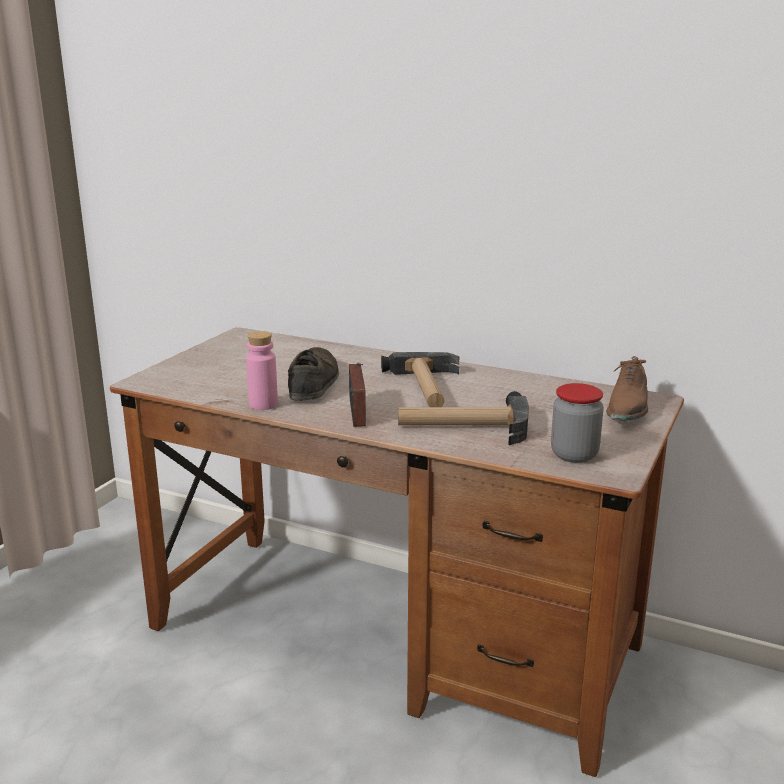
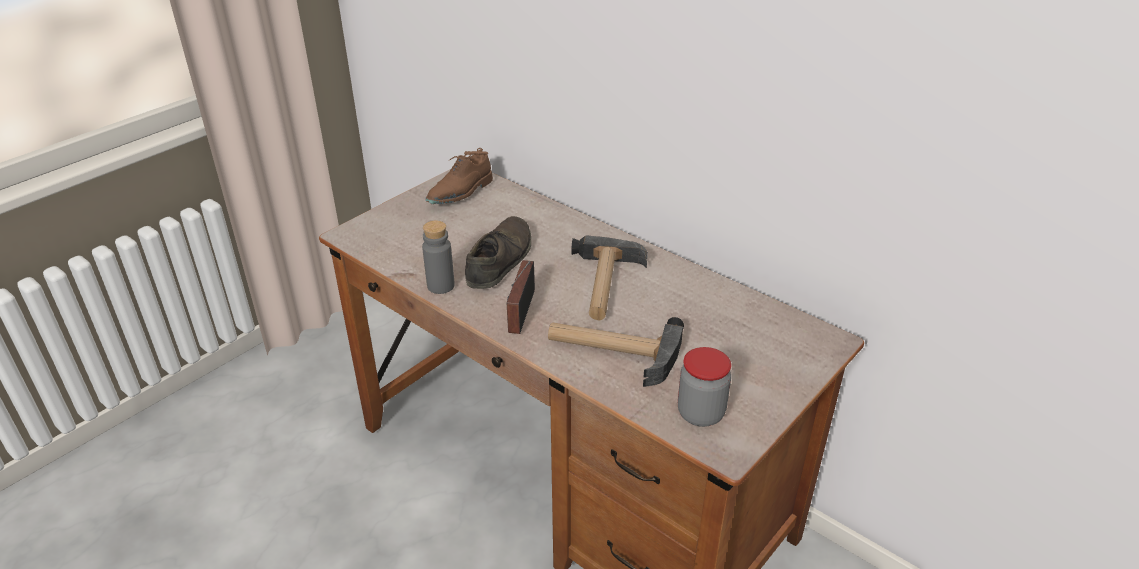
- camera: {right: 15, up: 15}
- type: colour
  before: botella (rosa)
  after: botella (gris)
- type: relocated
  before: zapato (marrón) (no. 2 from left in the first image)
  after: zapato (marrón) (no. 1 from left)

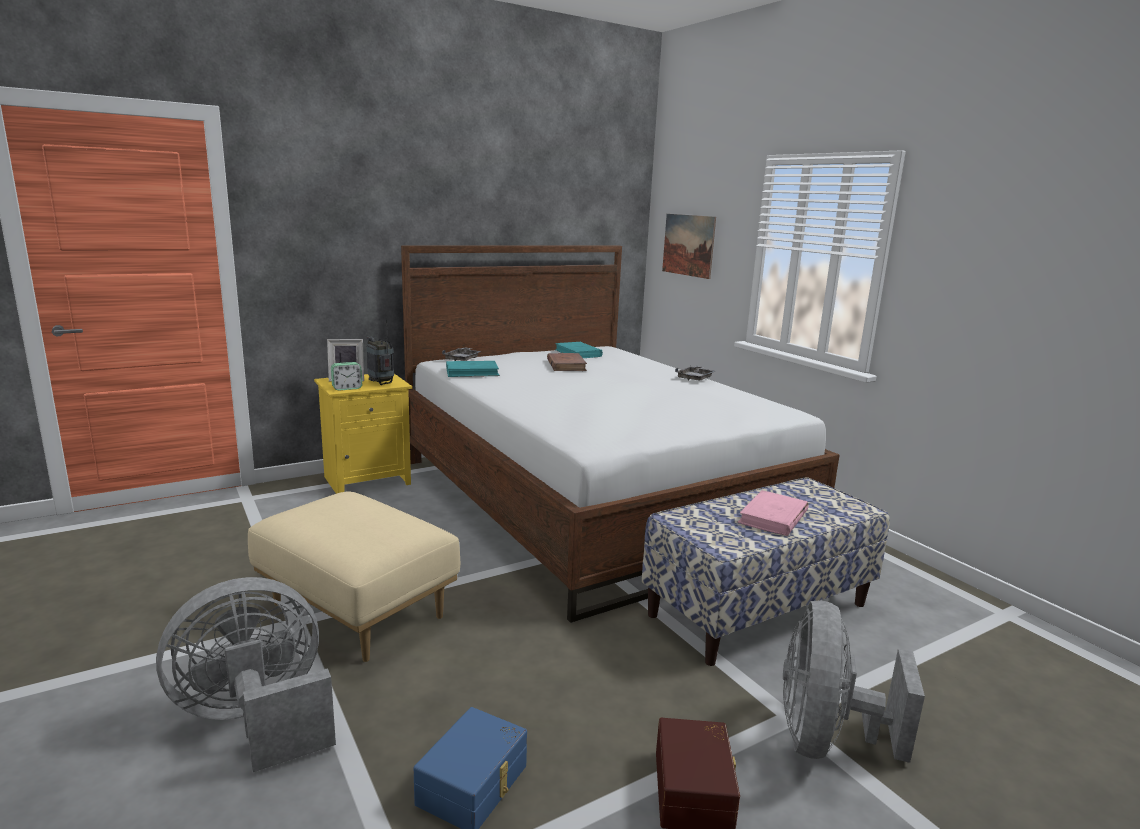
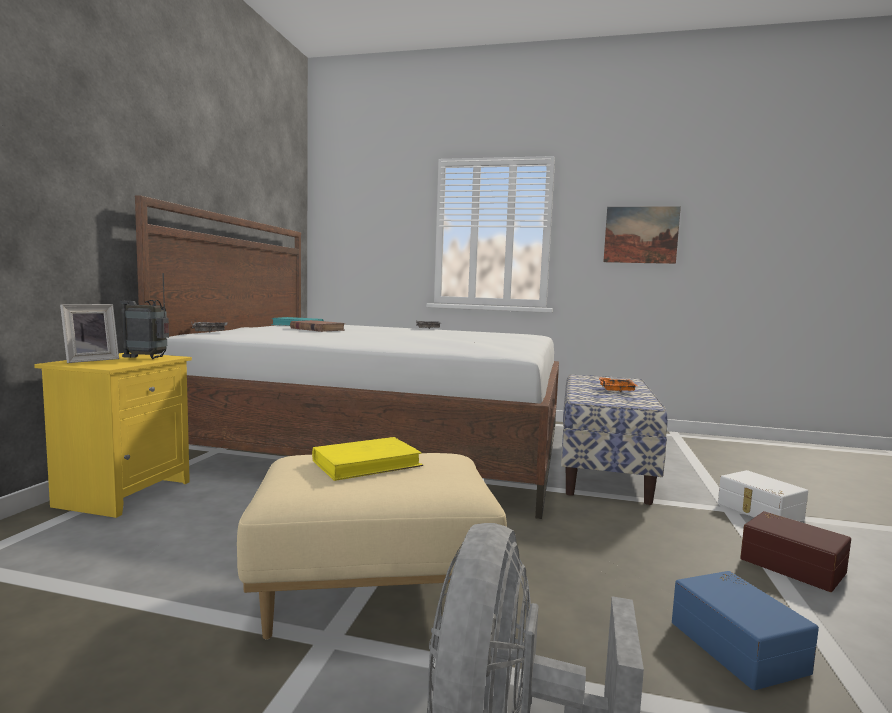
- camera: {right: -45, up: -10}
- type: missing
  before: despertador
- type: missing
  before: libro (turquesa) (no. 1 from left)
- type: relocated
  before: cuadro
- type: exchanged
  before: libro (rosa)
  after: bandeja (naranja)
- type: exchanged
  before: ventilador (gris) (no. 2 from left)
  after: caja de almacenaje (blanco)
- type: appeared
  after: libro (amarillo)

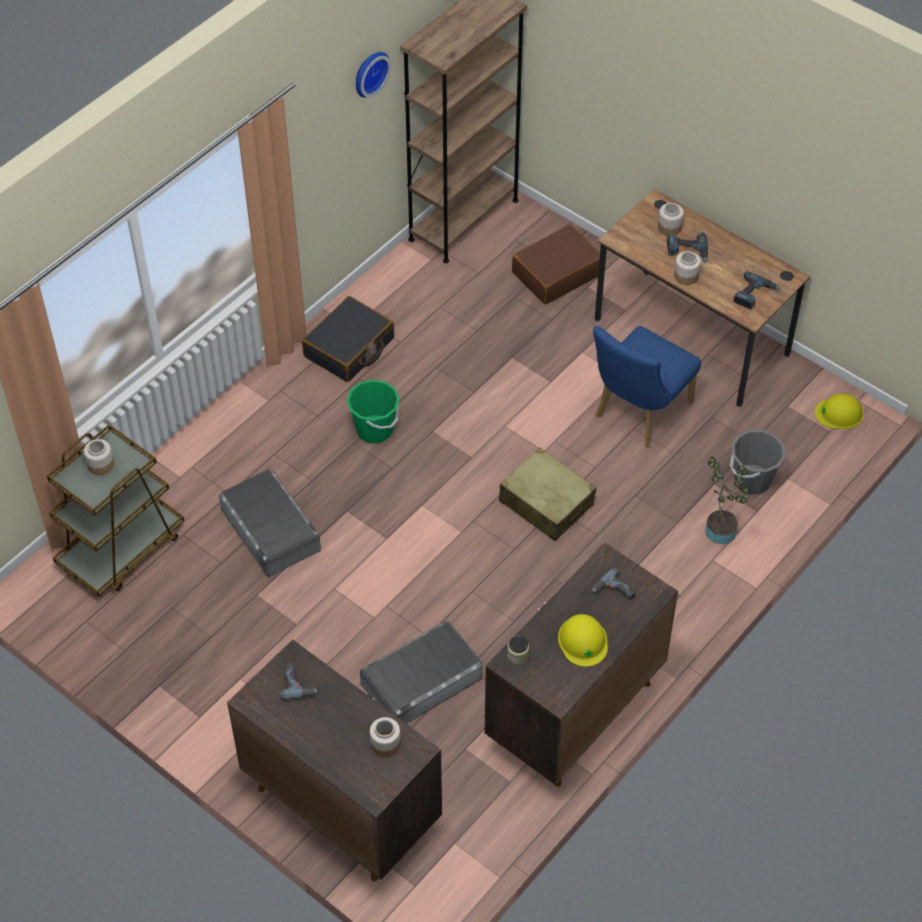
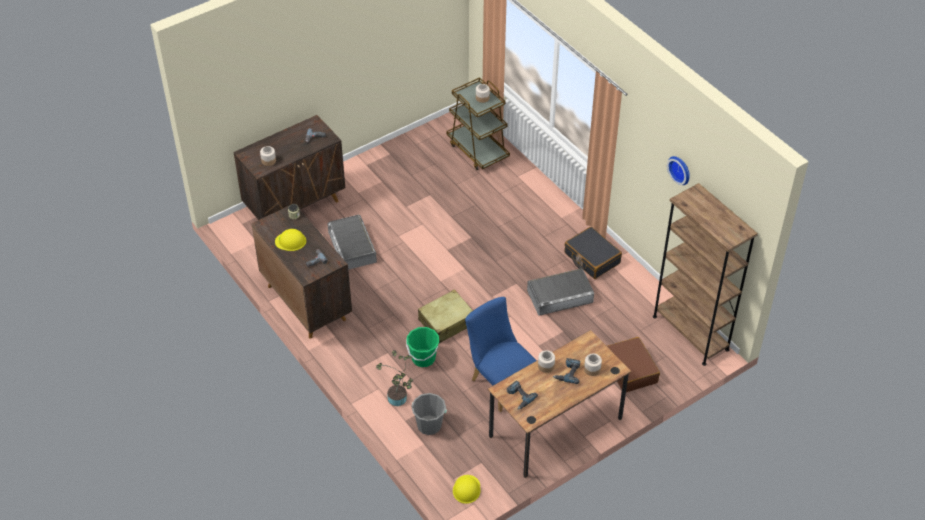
- camera: {right: 105, up: -5}
- type: relocated
  before: caja de almacenaje (gris) (no. 1 from left in the first image)
  after: caja de almacenaje (gris) (no. 2 from left)
- type: relocated
  before: cubo (verde)

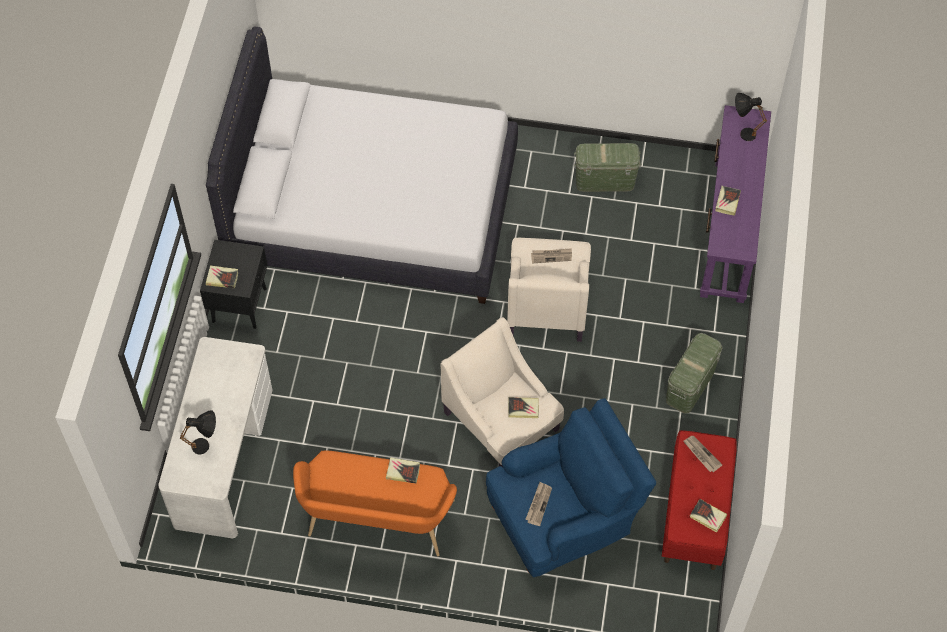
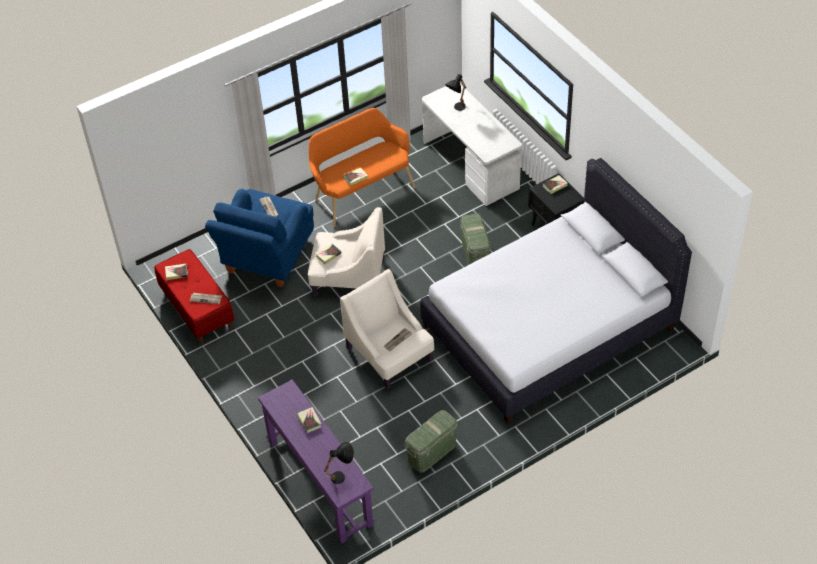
- camera: {right: 140, up: -10}
- type: relocated
  before: caja de almacenaje (verde) (no. 2 from left)

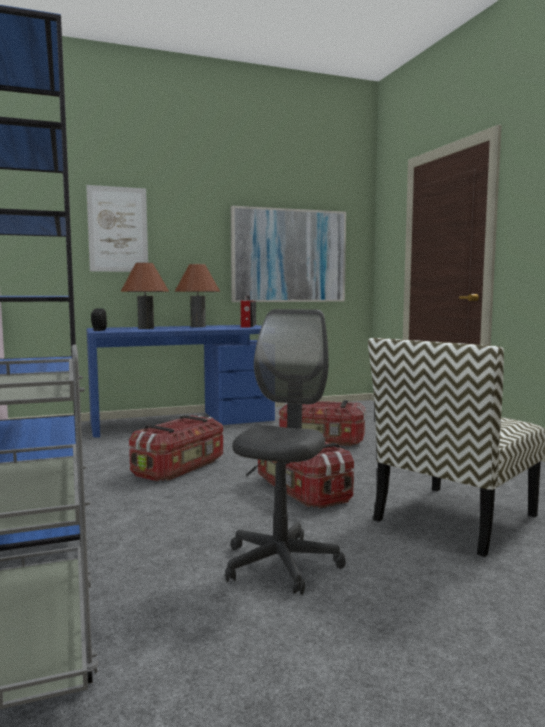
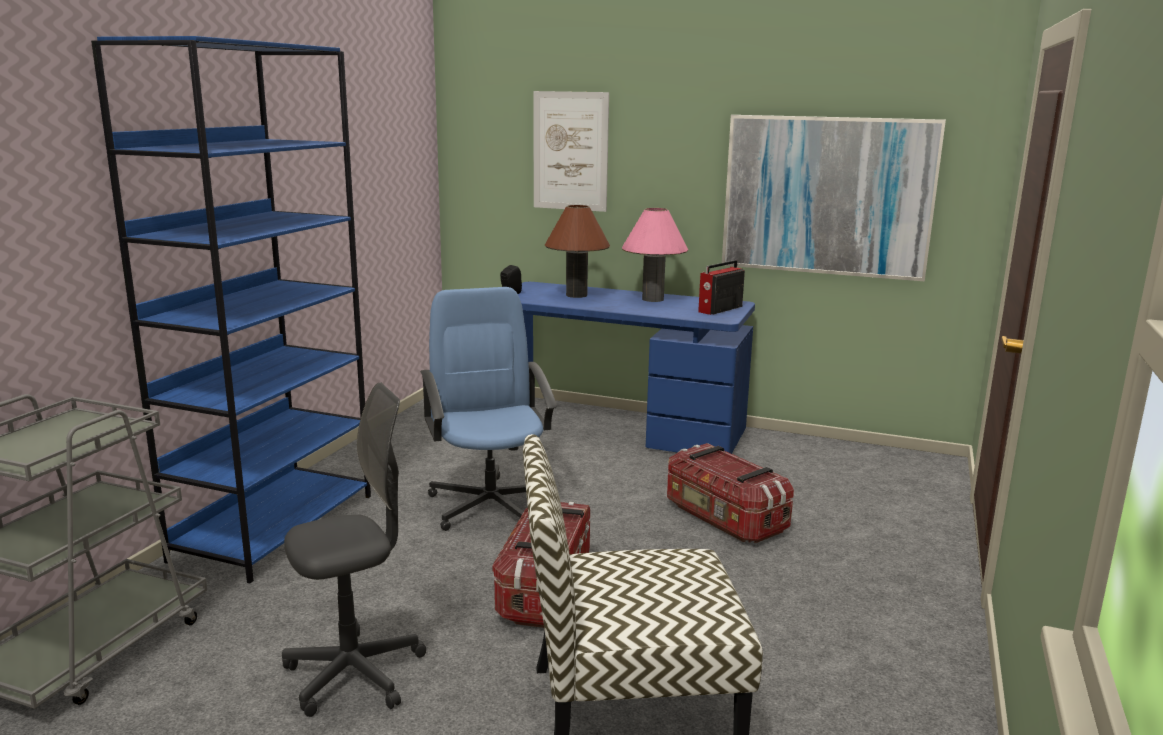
- camera: {right: 40, up: 10}
- type: exchanged
  before: caja de almacenaje (no. 1 from left)
  after: silla de oficina (azul)
- type: colour
  before: lámpara de mesa (marrón) (no. 2 from left)
  after: lámpara de mesa (rosa)

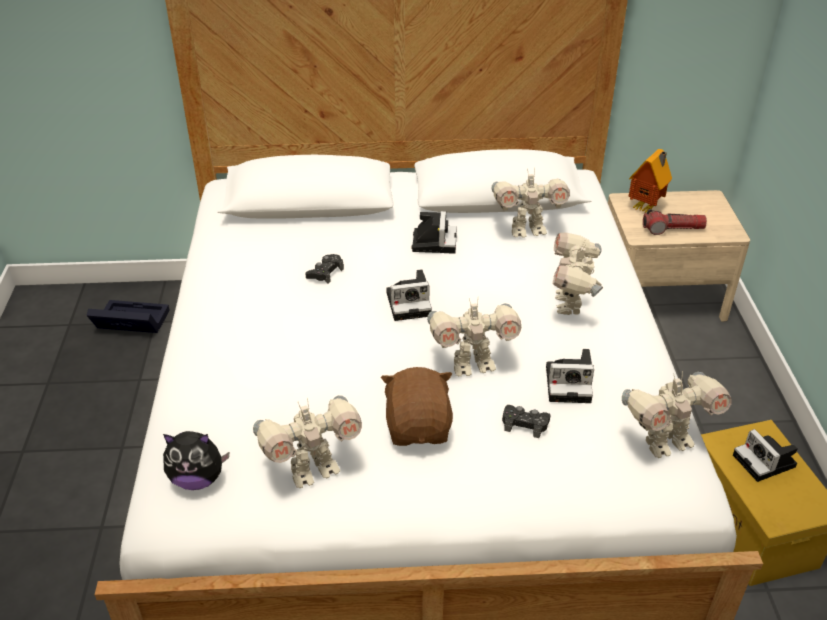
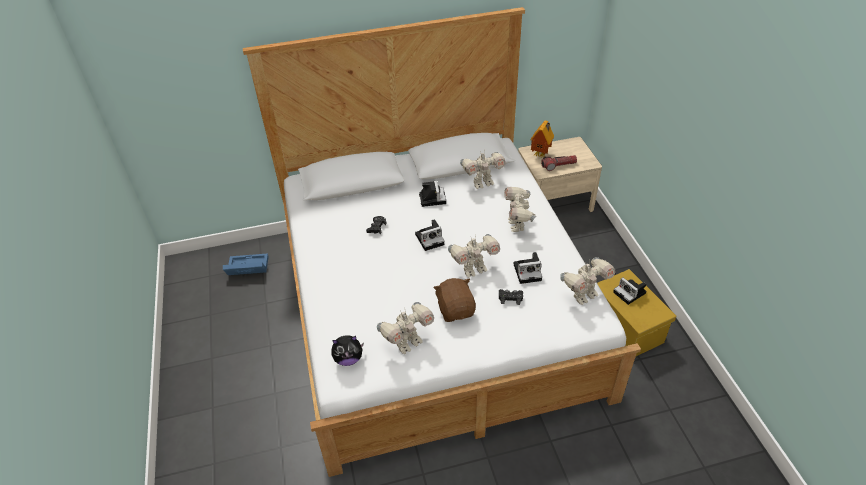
- camera: {right: -10, up: 5}
- type: colour
  before: caja de almacenaje (negro)
  after: caja de almacenaje (azul)

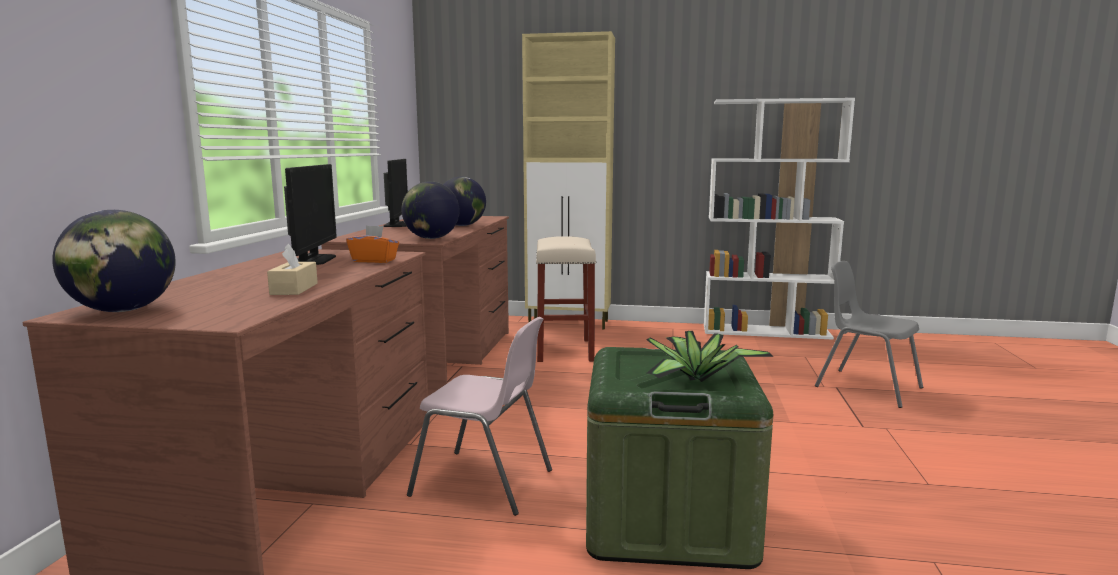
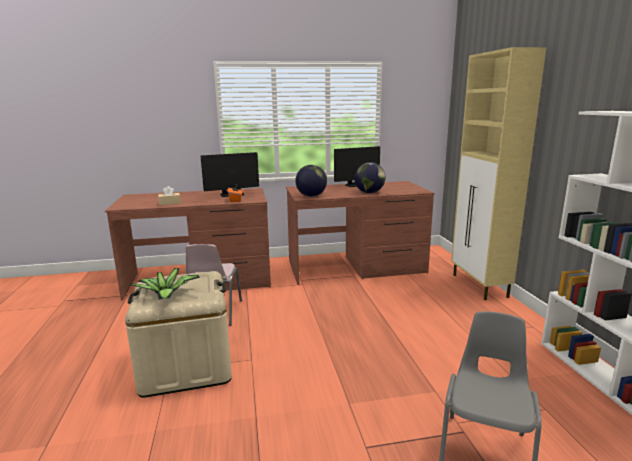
- camera: {right: 70, up: 5}
- type: missing
  before: globo terráqueo (no. 1 from left)
- type: missing
  before: taburete (beis)
- type: colour
  before: caja de almacenaje (verde)
  after: caja de almacenaje (beis)

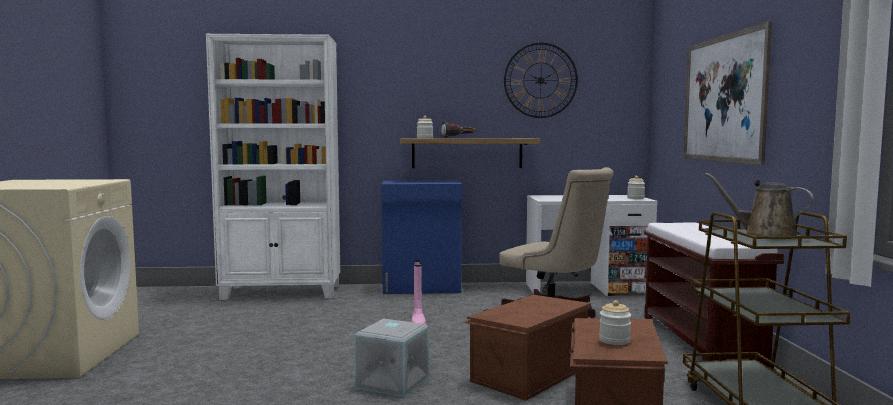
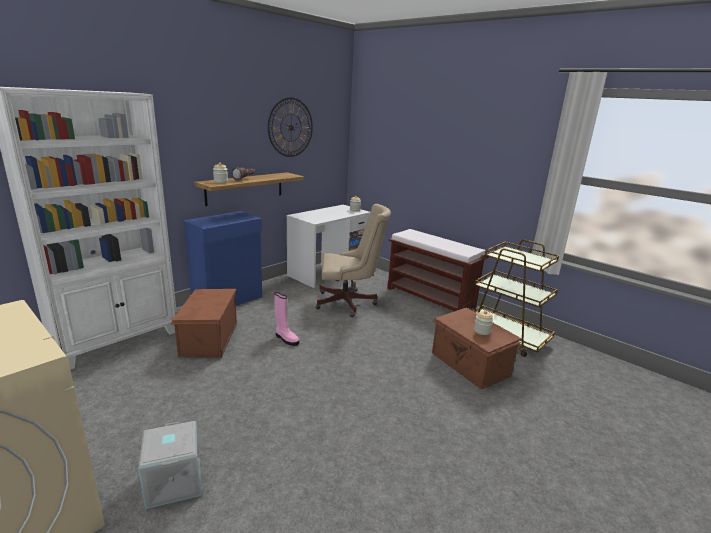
- camera: {right: -45, up: 15}
- type: relocated
  before: caja de almacenaje (gris)
- type: relocated
  before: caja de almacenaje (marrón) (no. 1 from left)
- type: missing
  before: cuadro
- type: missing
  before: regadera (marrón)

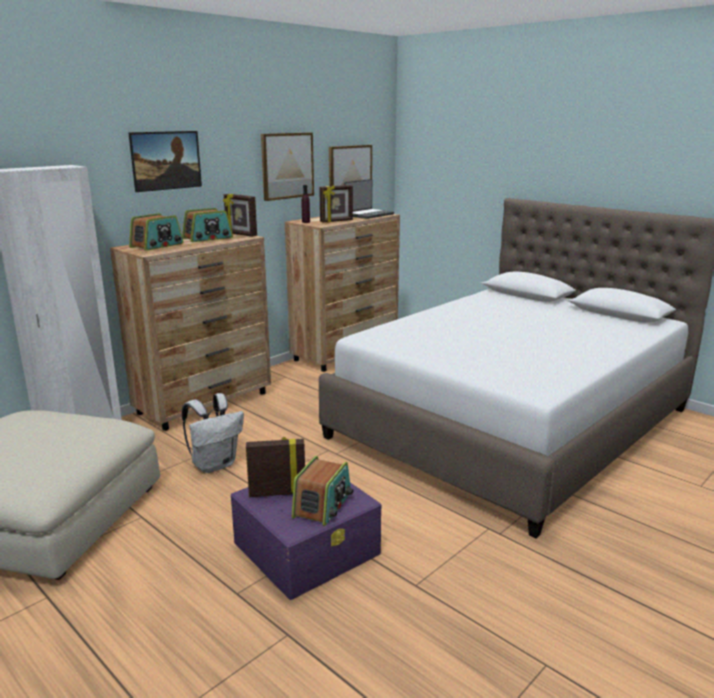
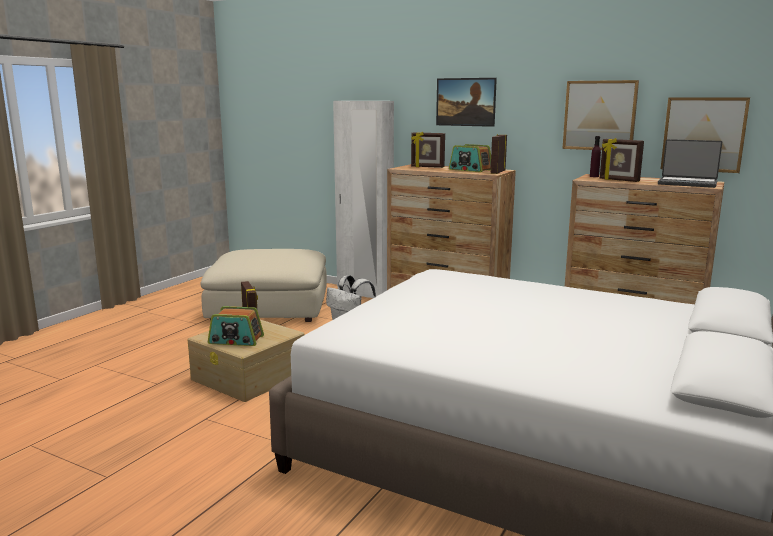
- camera: {right: 75, up: -5}
- type: exchanged
  before: radio (no. 1 from left)
  after: portarretratos (no. 2 from left)
- type: colour
  before: caja de almacenaje (morado)
  after: caja de almacenaje (beis)

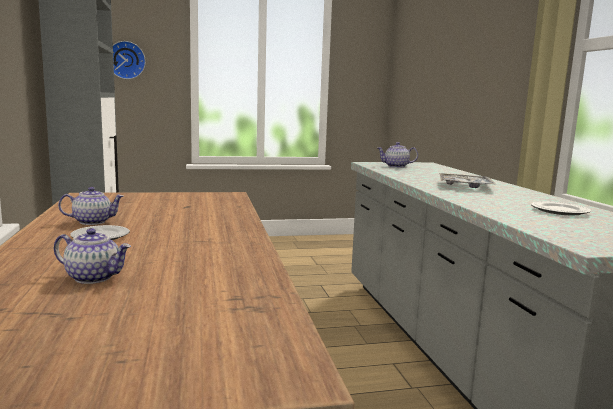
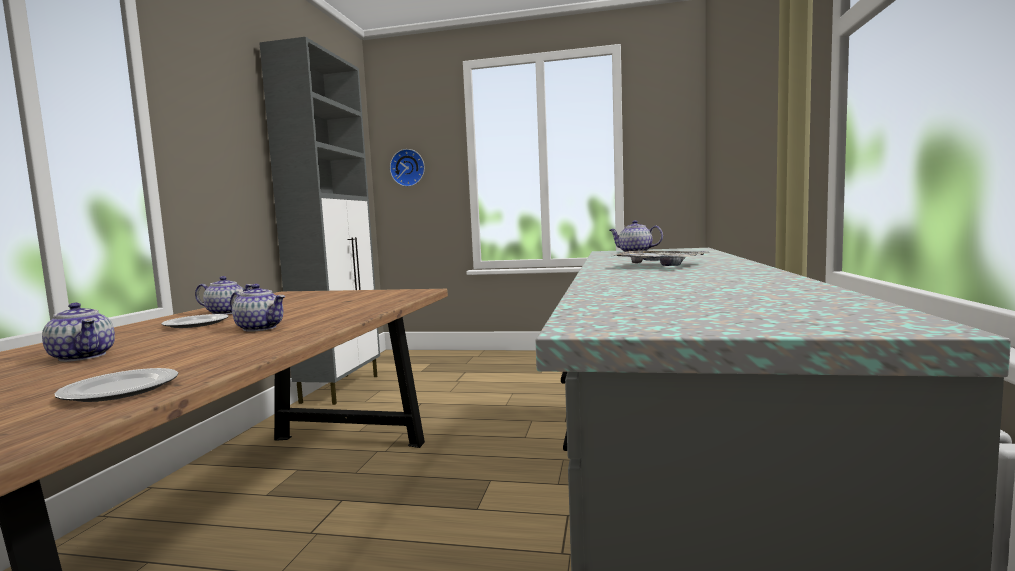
- camera: {right: 25, up: -5}
- type: relocated
  before: plato (no. 2 from left in the first image)
  after: plato (no. 1 from left)
- type: appeared
  after: tetera (no. 3 from left)

